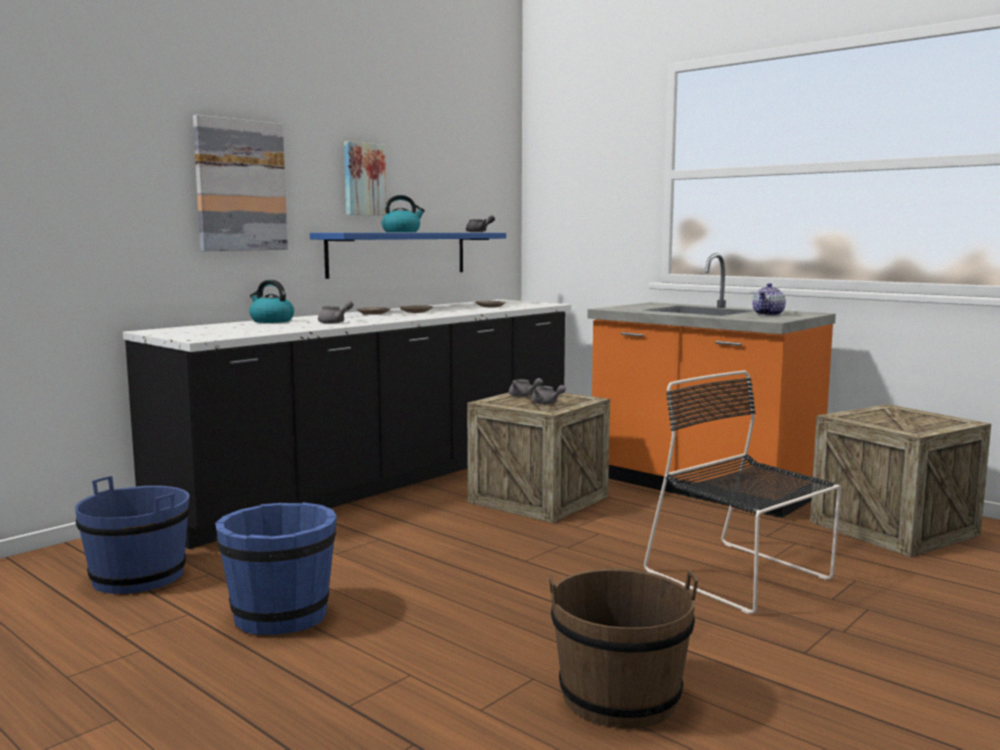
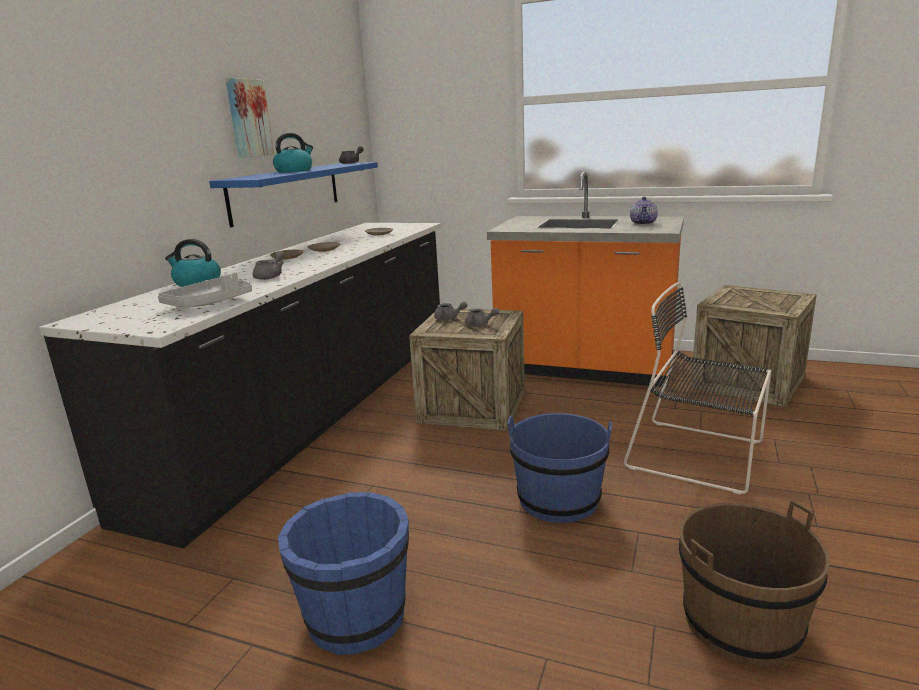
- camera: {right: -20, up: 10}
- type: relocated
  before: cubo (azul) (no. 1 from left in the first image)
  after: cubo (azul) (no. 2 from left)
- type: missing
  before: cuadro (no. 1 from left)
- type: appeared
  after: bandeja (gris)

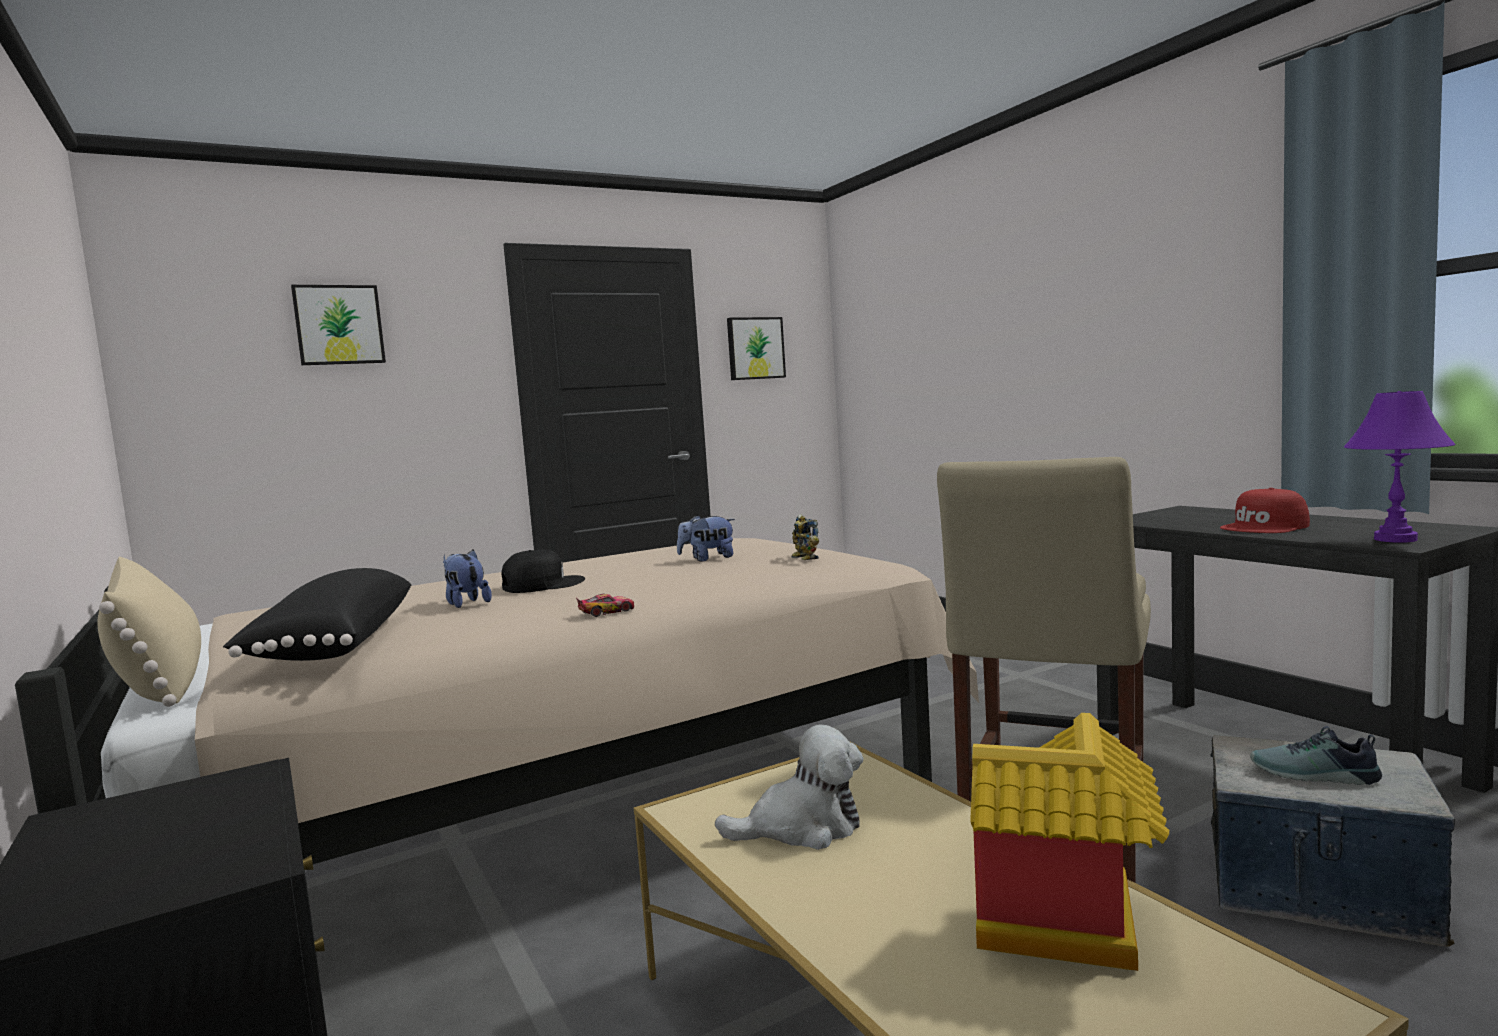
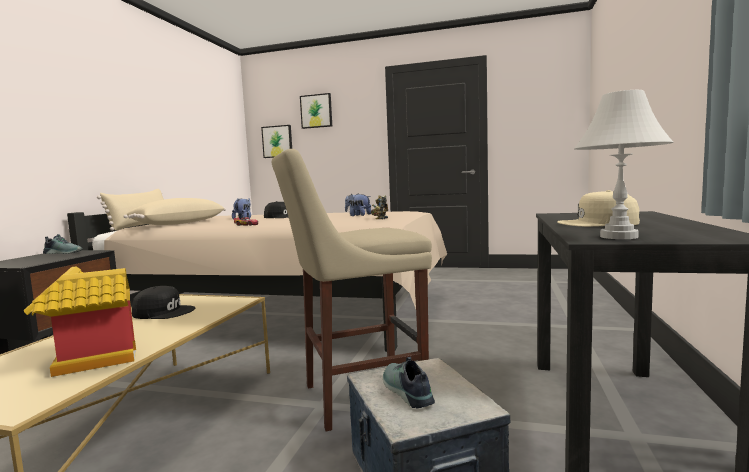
- camera: {right: 45, up: 0}
- type: colour
  before: cojín (negro)
  after: cojín (beis) (no. 2 from left)
- type: exchanged
  before: peluche (no. 3 from left)
  after: gorra (negro) (no. 1 from left)
- type: relocated
  before: cuadro (no. 2 from left in the first image)
  after: cuadro (no. 1 from left)
- type: colour
  before: gorra (rojo)
  after: gorra (beis)
- type: colour
  before: lámpara de mesa (morado)
  after: lámpara de mesa (blanco)
- type: appeared
  after: zapato (no. 1 from left)

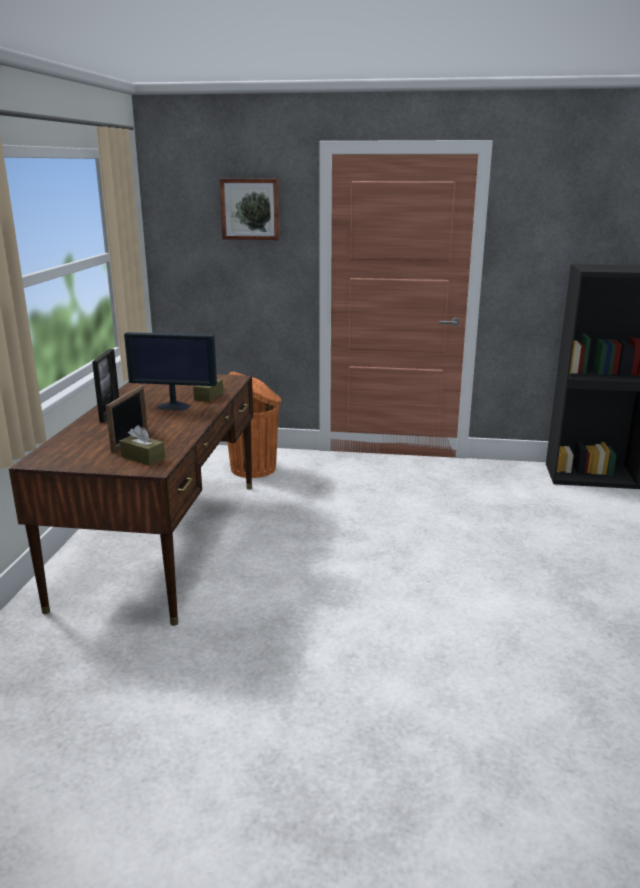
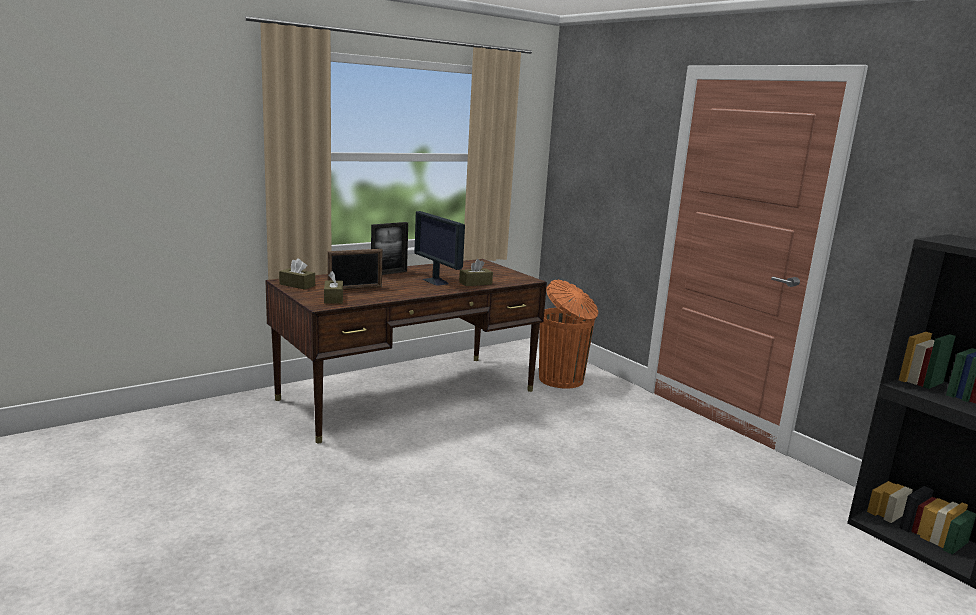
- camera: {right: 45, up: -5}
- type: missing
  before: cuadro
- type: appeared
  after: caja de pañuelos (marrón) (no. 1 from left)

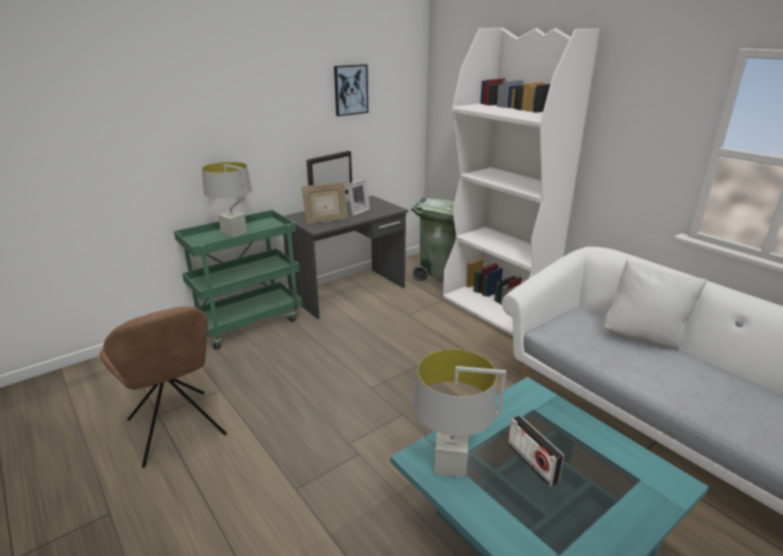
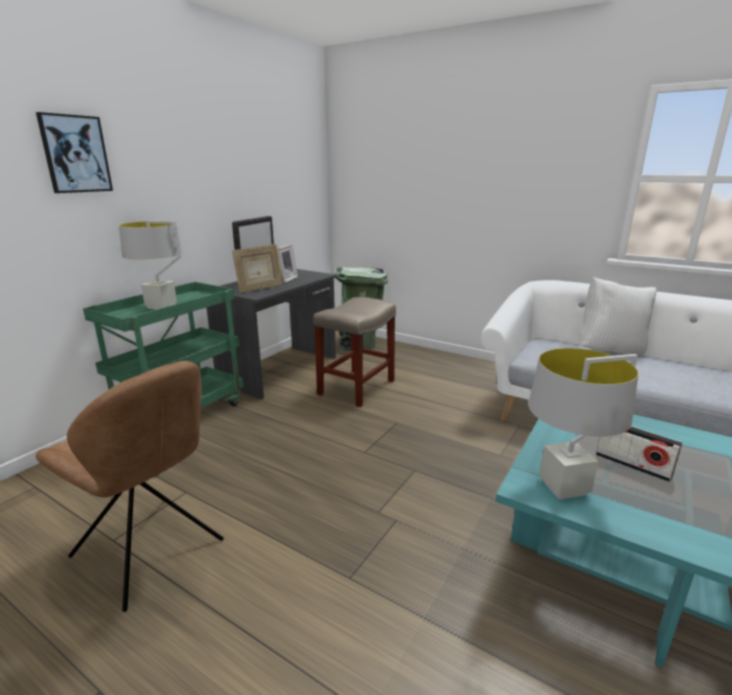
- camera: {right: -20, up: -5}
- type: relocated
  before: cuadro
- type: missing
  before: estantería (blanco)
- type: appeared
  after: taburete (beis)

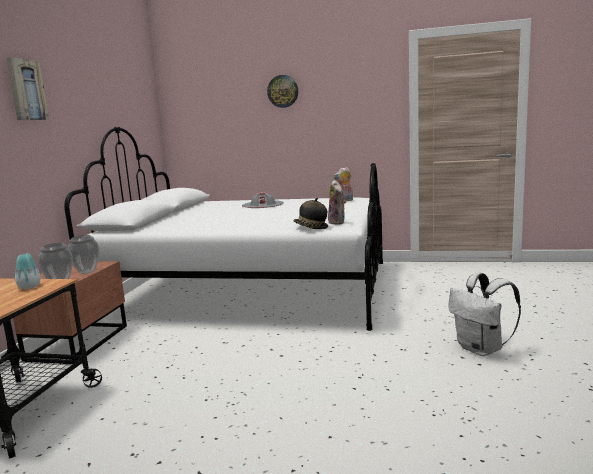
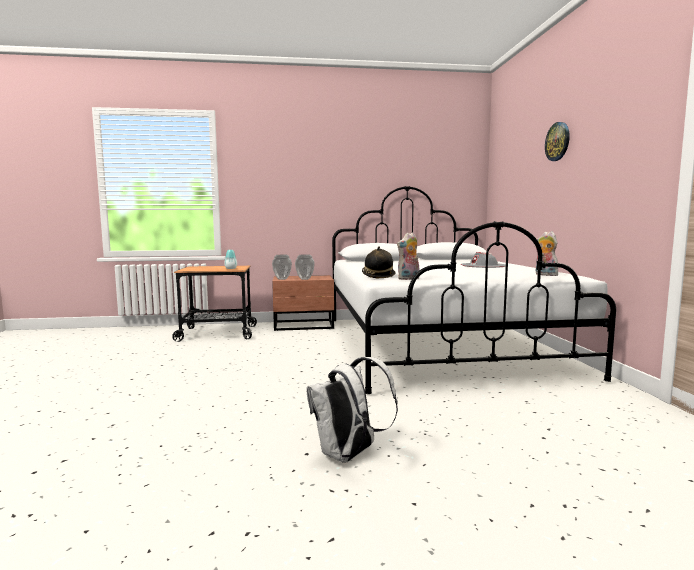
- camera: {right: 70, up: -5}
- type: missing
  before: cuadro

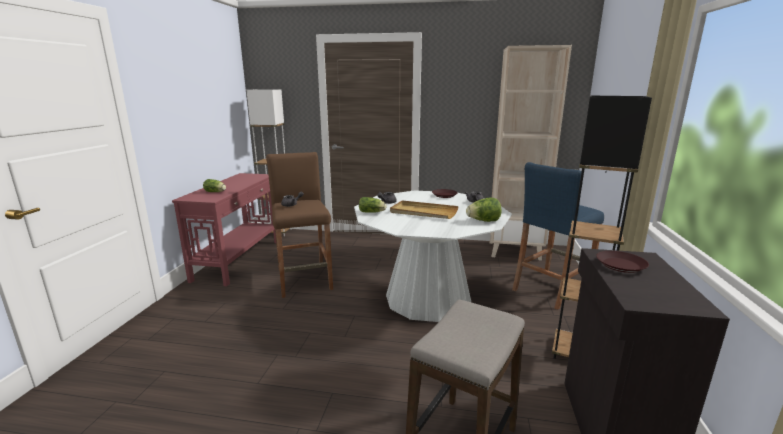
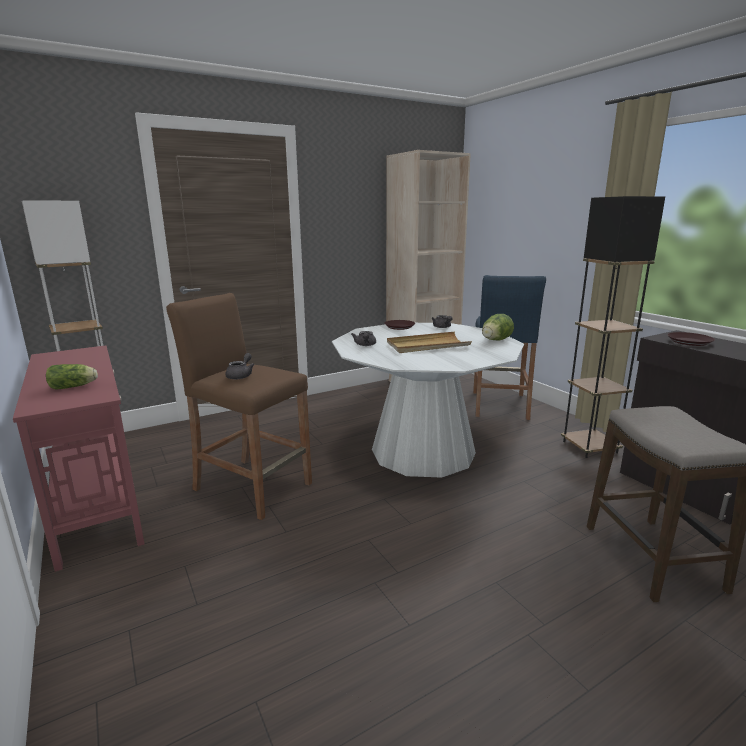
- camera: {right: -40, up: 0}
- type: missing
  before: lechuga (no. 2 from left)

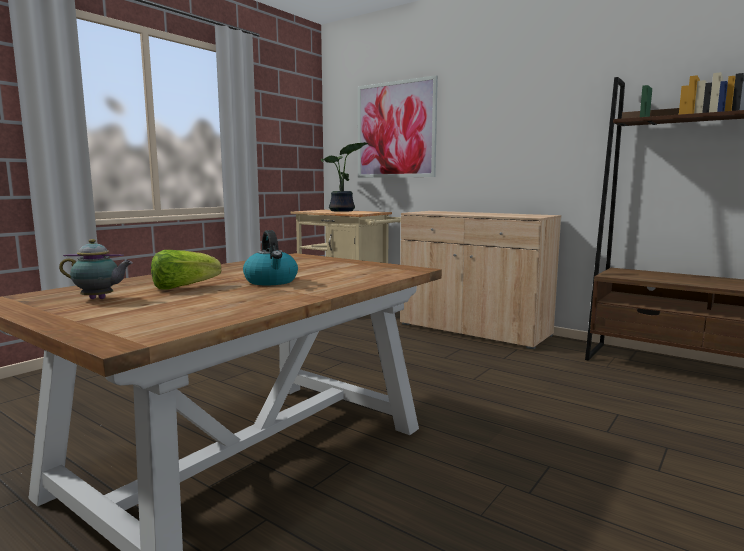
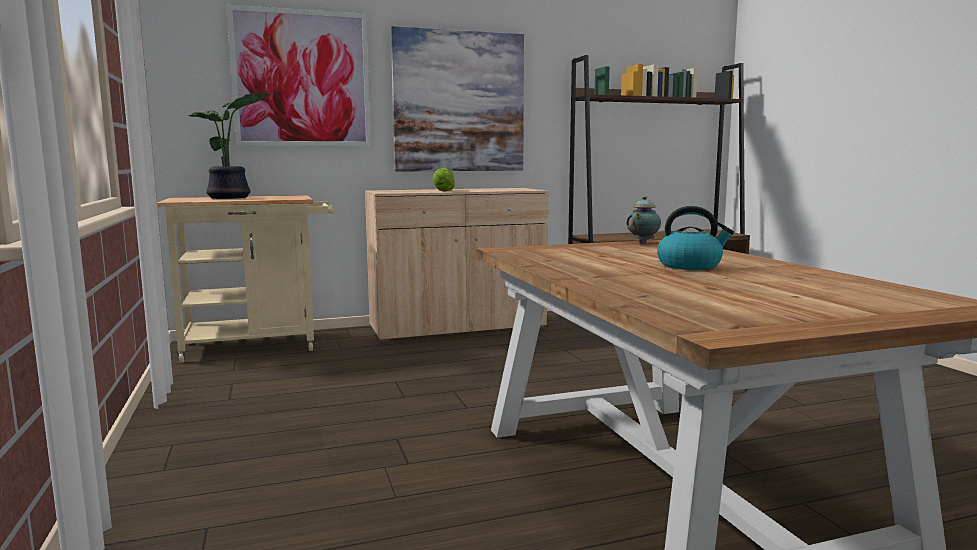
- camera: {right: -55, up: 0}
- type: relocated
  before: tetera
- type: relocated
  before: lechuga
- type: appeared
  after: cuadro (no. 2 from left)

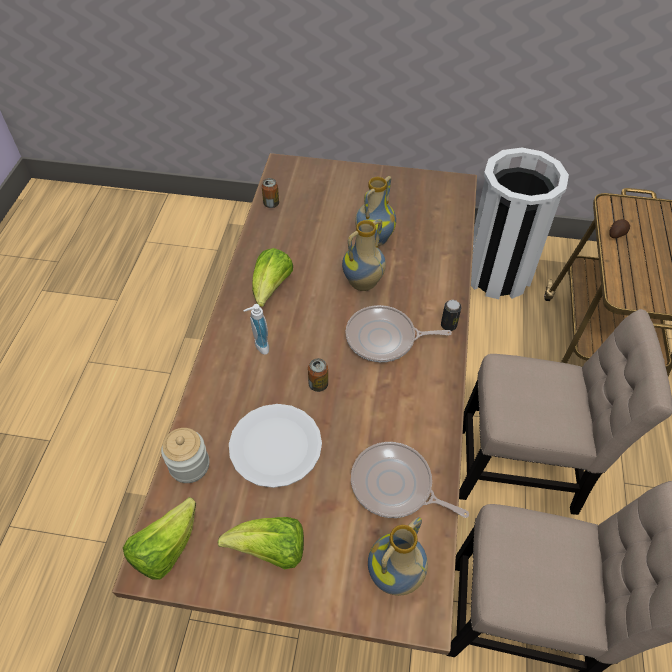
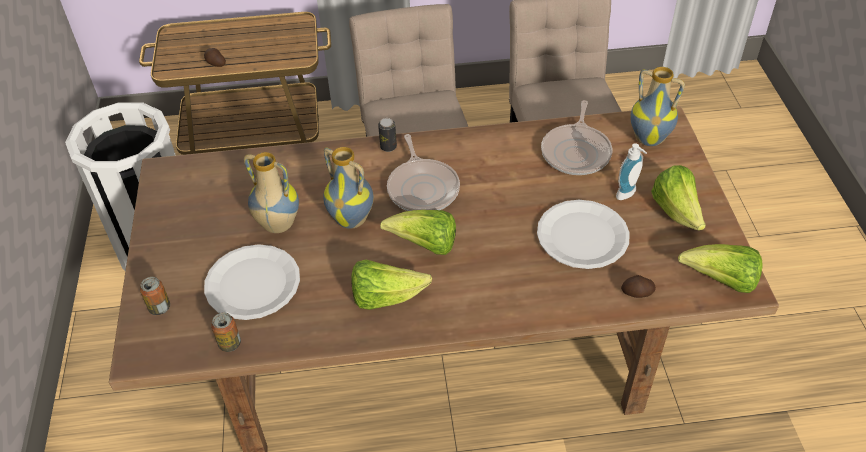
- camera: {right: -105, up: -5}
- type: exchanged
  before: tarro
  after: patata (no. 2 from left)
- type: relocated
  before: dispensador de jabón
- type: relocated
  before: lata (no. 2 from left in the first image)
  after: lata (no. 1 from left)
- type: appeared
  after: plato (blanco) (no. 1 from left)
- type: appeared
  after: lechuga (no. 2 from left)

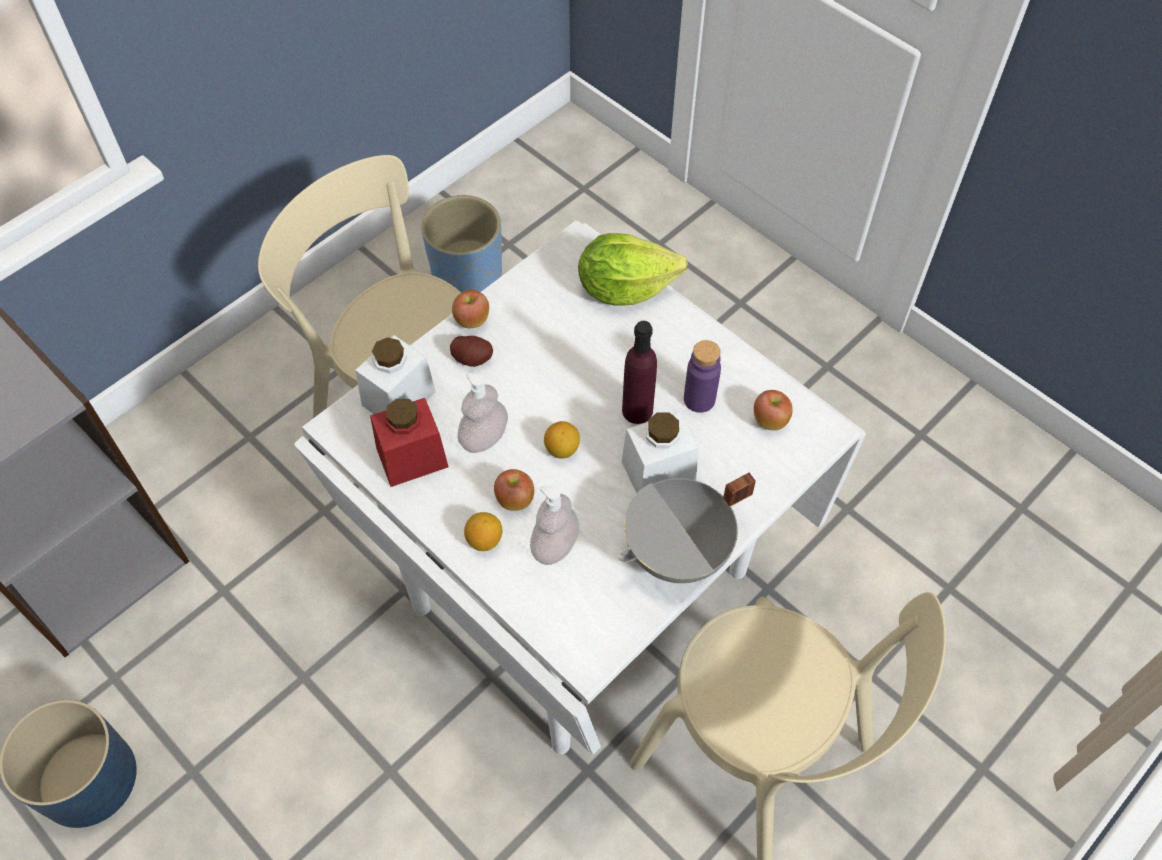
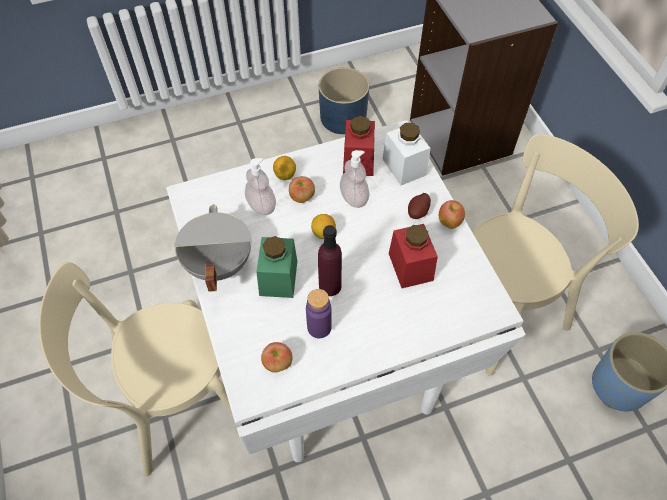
- camera: {right: 115, up: 0}
- type: missing
  before: lechuga
- type: colour
  before: tarro (blanco) (no. 2 from left)
  after: tarro (verde)
- type: appeared
  after: tarro (rojo) (no. 2 from left)

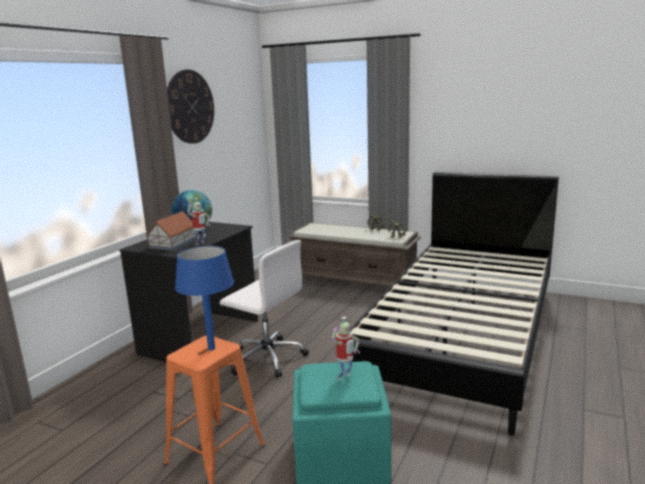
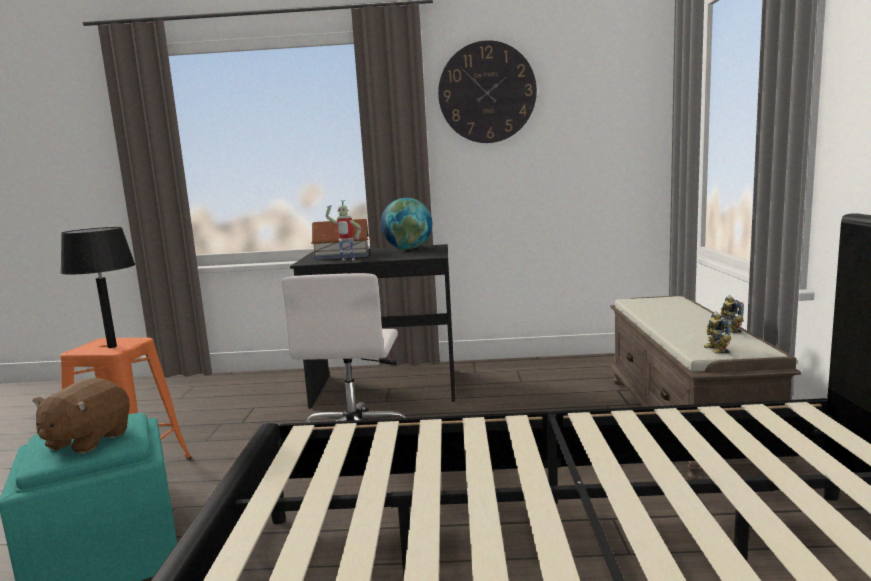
- camera: {right: 65, up: -5}
- type: colour
  before: lámpara de mesa (azul)
  after: lámpara de mesa (negro)
- type: exchanged
  before: robot de juguete (no. 2 from left)
  after: peluche (marrón)

